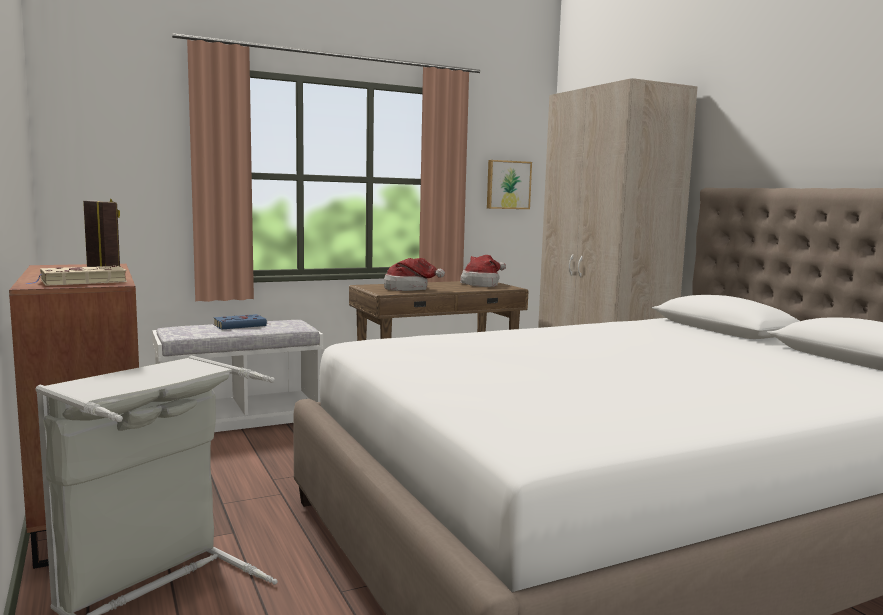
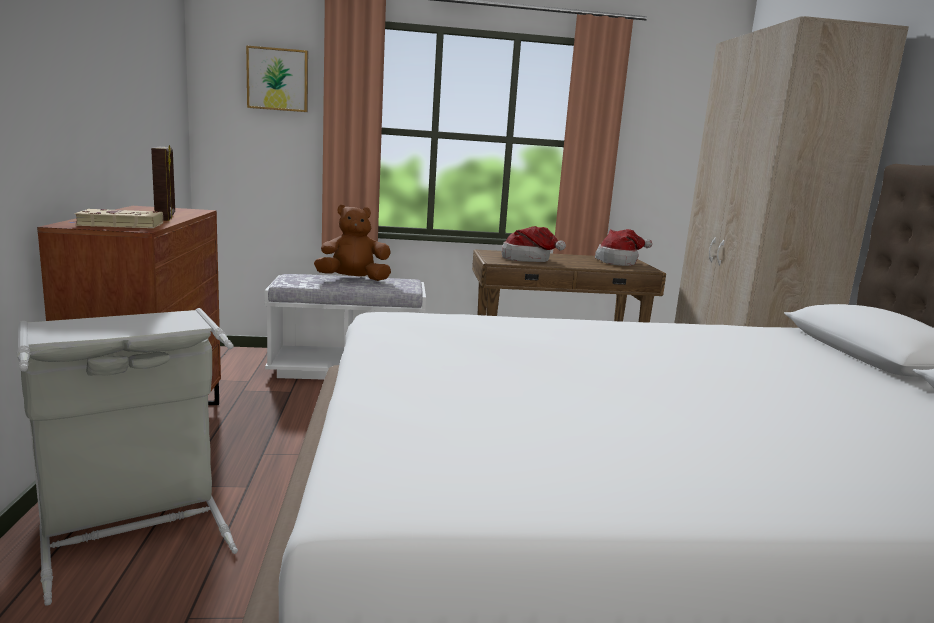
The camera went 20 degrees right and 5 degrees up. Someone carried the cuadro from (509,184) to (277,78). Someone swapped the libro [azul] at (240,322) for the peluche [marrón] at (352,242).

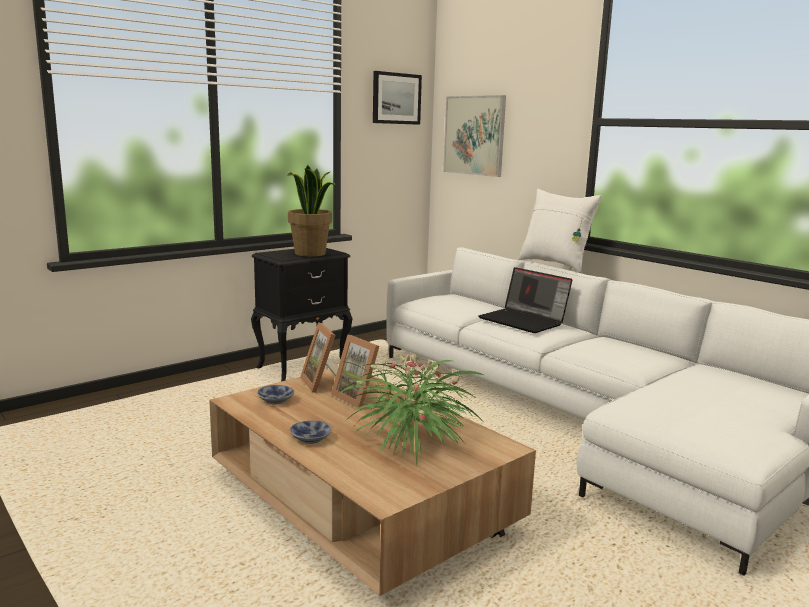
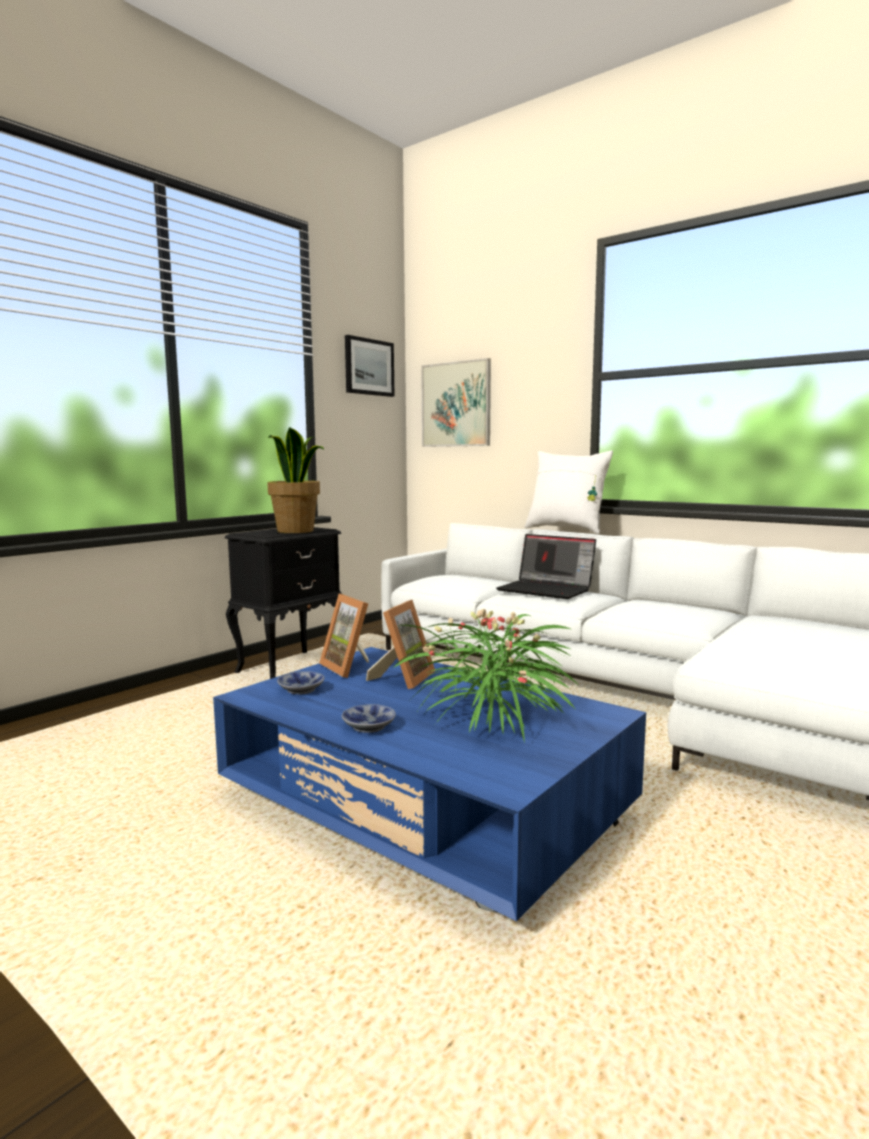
The camera went 10 degrees left and 5 degrees down. Someone rotated the portarretratos at (355,371) by 105 degrees counterclockwise. Someone repainted the mesa de centro [marrón] at (372,483), which became the mesa de centro [azul] at (429,784).

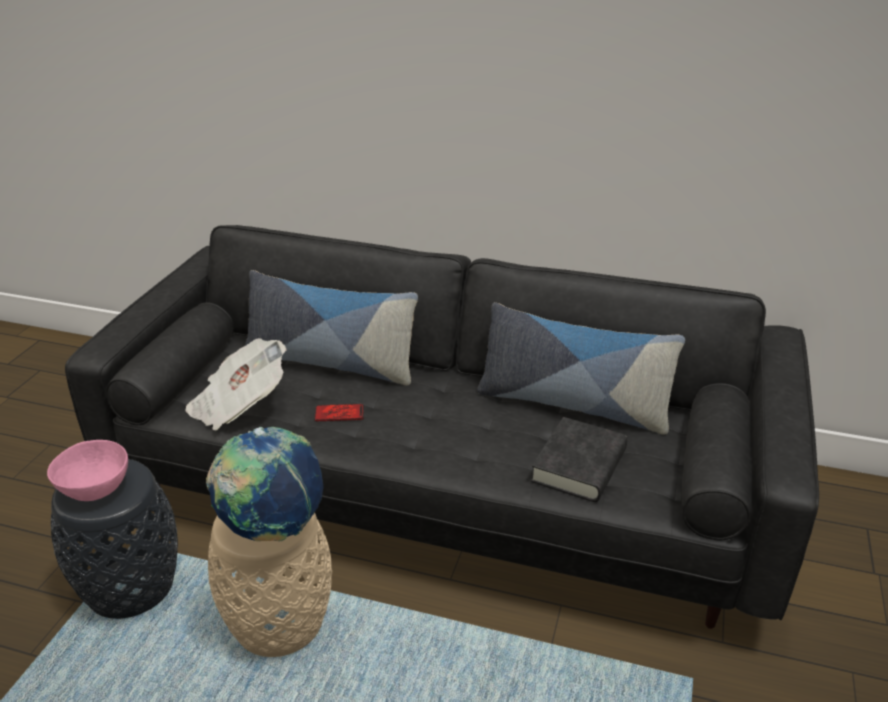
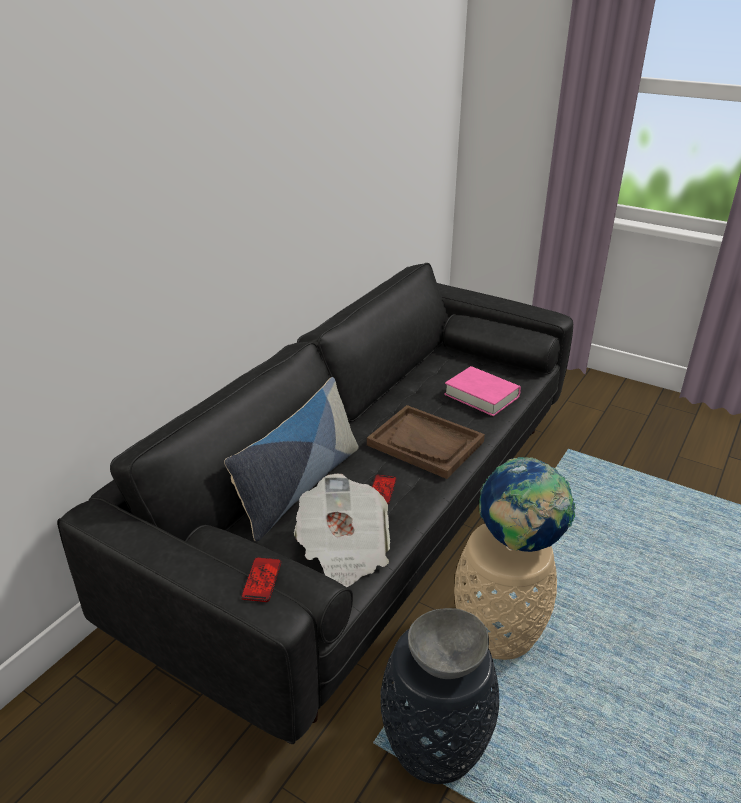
The camera went 75 degrees left and 0 degrees up. Someone took away the cojín at (581,368). Someone repainted the libro [negro] at (579,459), which became the libro [rosa] at (482,391). Someone repainted the cuenco [rosa] at (87,470), which became the cuenco [gris] at (448,643). Someone put down the bandeja [marrón] at (426,442). Someone put down the móvil at (261,579).

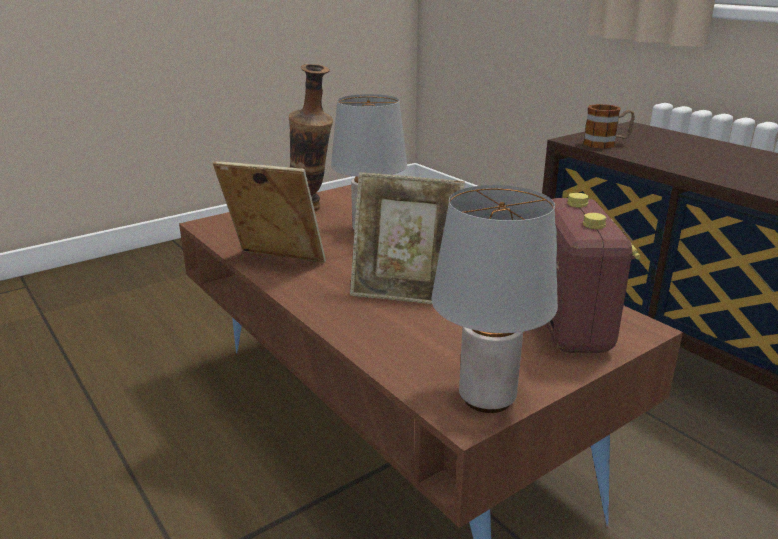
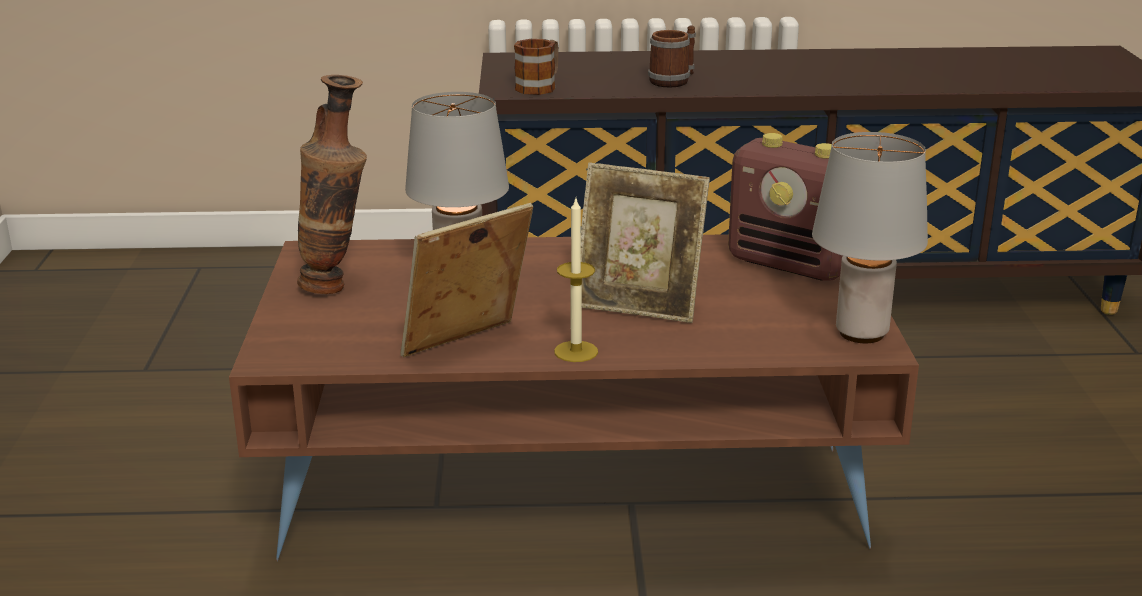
The camera went 55 degrees left and 0 degrees up. Someone rotated the portarretratos at (407,238) by 60 degrees clockwise. Someone put down the taza grande at (672,56). Someone put down the vela at (576,280).

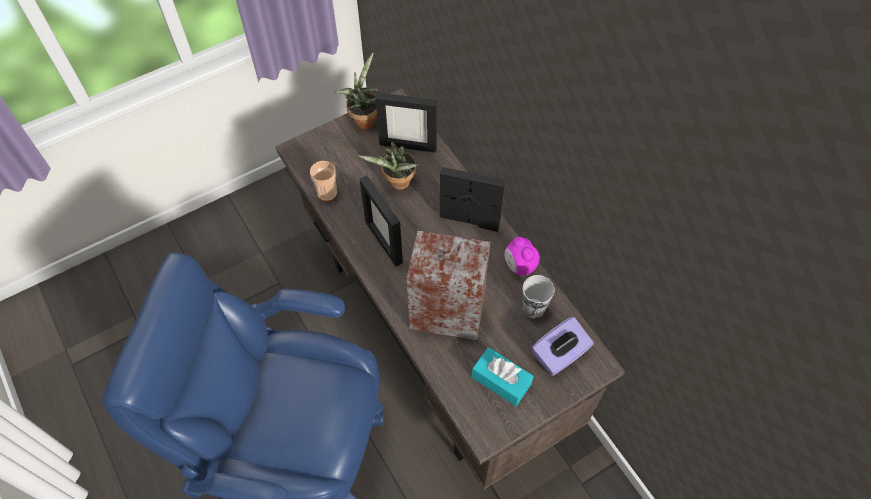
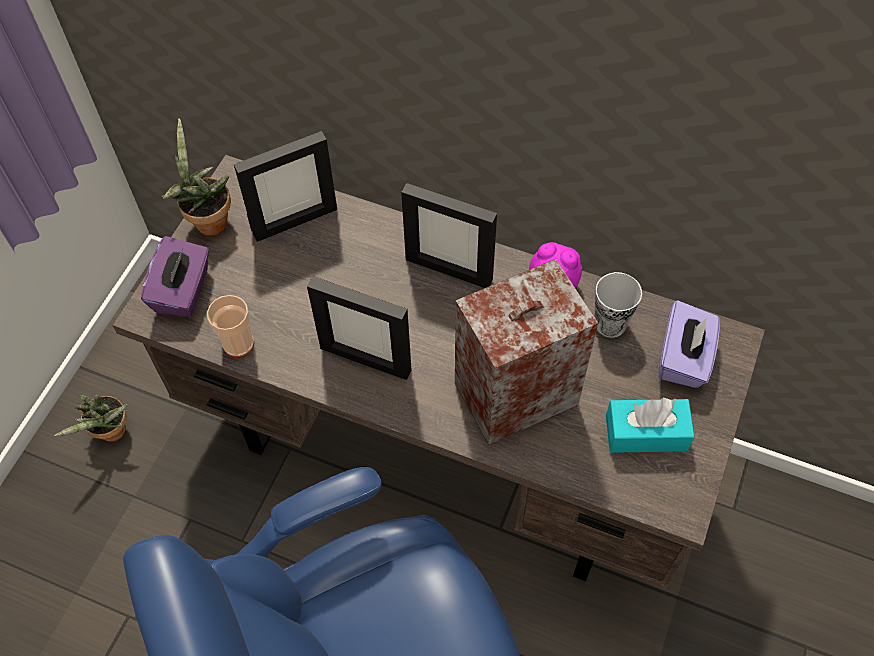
The camera went 35 degrees left and 0 degrees up. Someone carried the planta en maceta from (388,166) to (91,418). Someone rotated the portarretratos at (473,199) by 135 degrees counterclockwise. Someone put down the caja de pañuelos [morado] at (175,276).

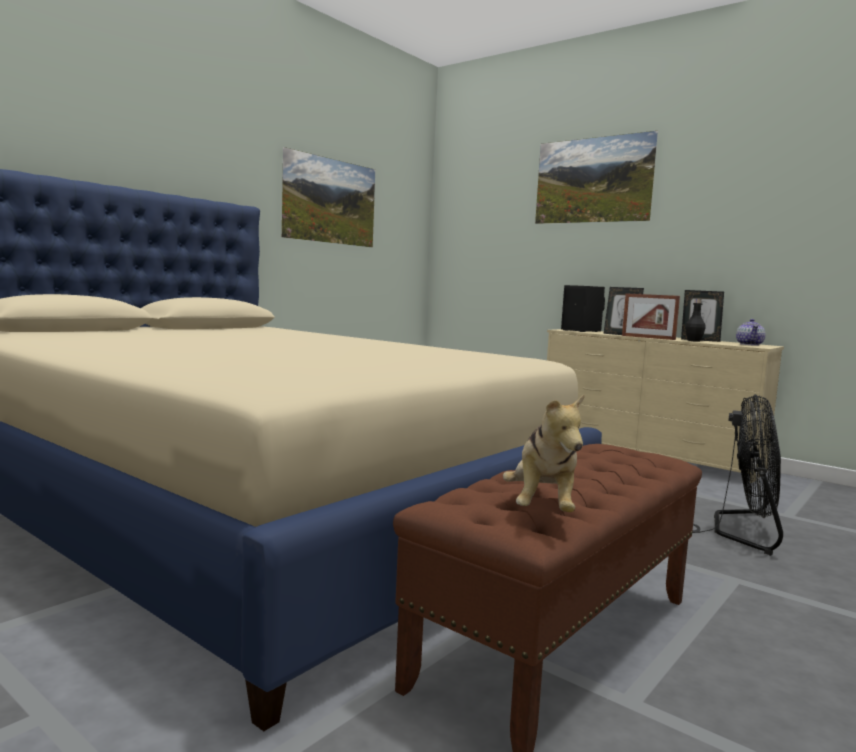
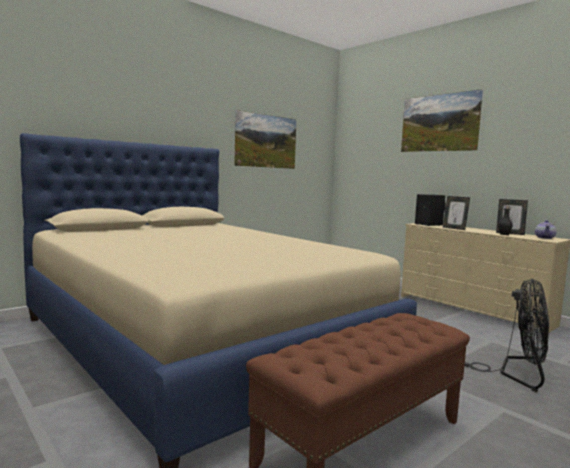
The camera went 10 degrees right and 0 degrees up. Someone took away the portarretratos at (651,316). Someone took away the peluche at (544,452).

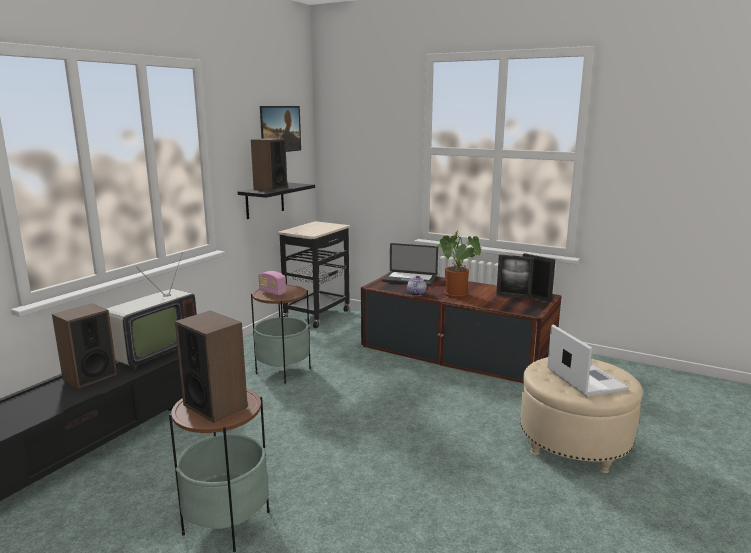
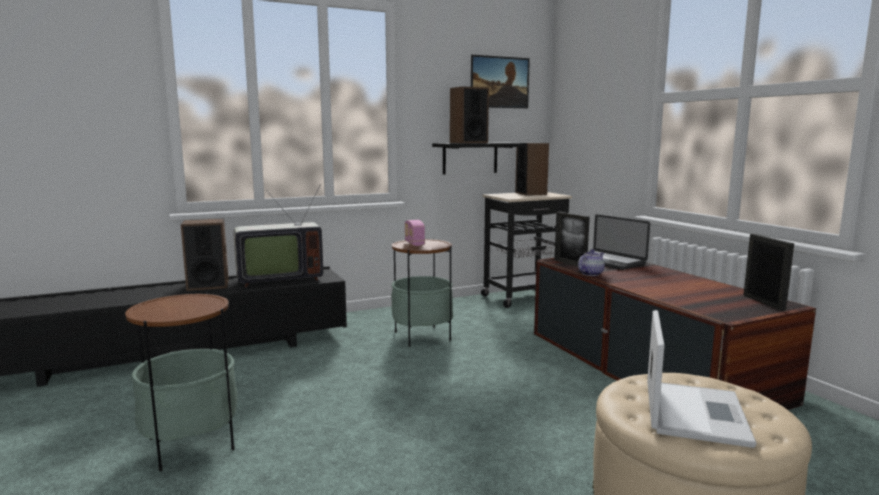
The camera went 35 degrees right and 5 degrees down. Someone took away the planta en maceta at (458,263). Someone carried the portarretratos from (515,276) to (572,239). Someone carried the altavoz from (211,367) to (532,169).

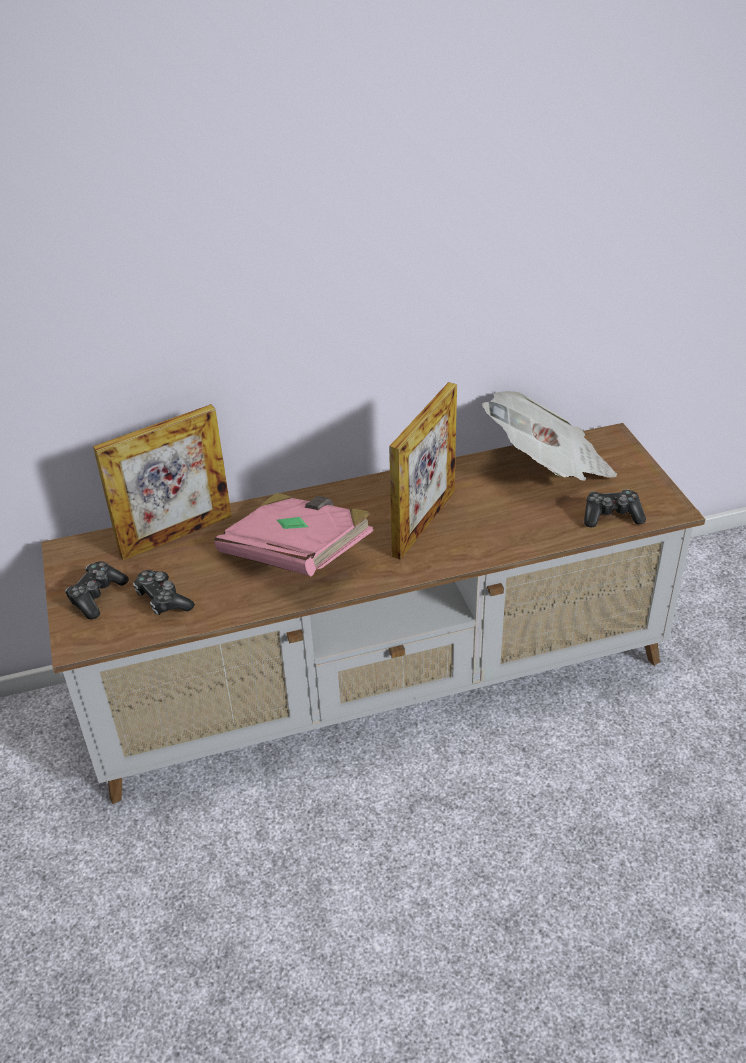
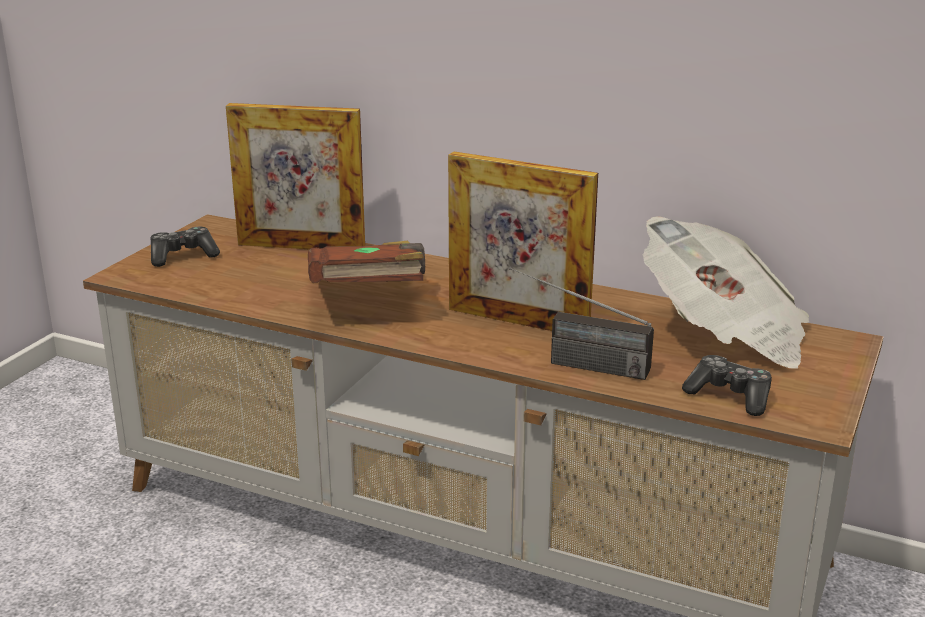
The camera went 40 degrees right and 15 degrees down. Someone rotated the portarretratos at (423,471) by 45 degrees clockwise. Someone repainted the libro [rosa] at (293,534), which became the libro [marrón] at (366,262). Someone took away the mando de consola at (164,592). Someone put down the radio at (581,323).

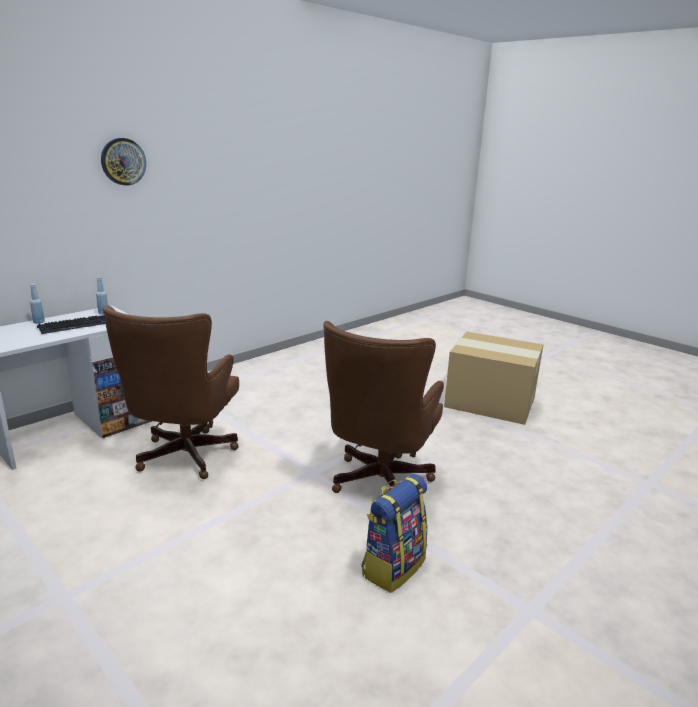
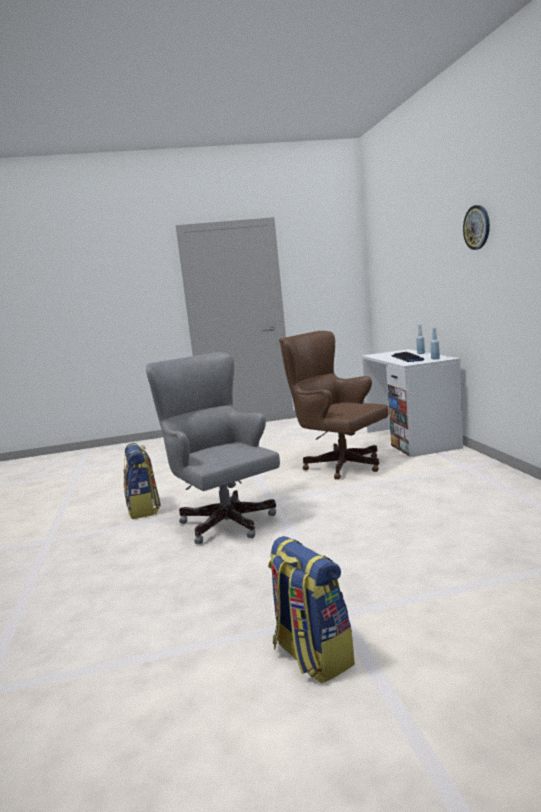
The camera went 125 degrees right and 10 degrees down. Someone repainted the silla de oficina [marrón] at (383,407), which became the silla de oficina [gris] at (213,448). Someone swapped the caja de cartón at (494,378) for the mochila at (311,609).

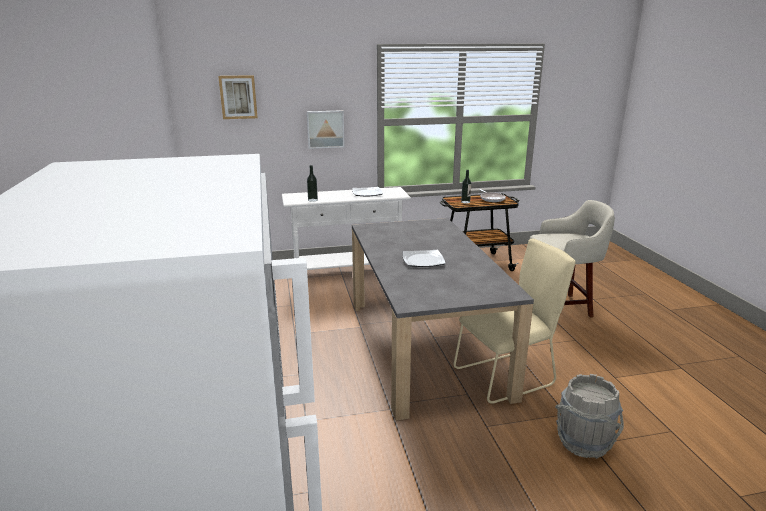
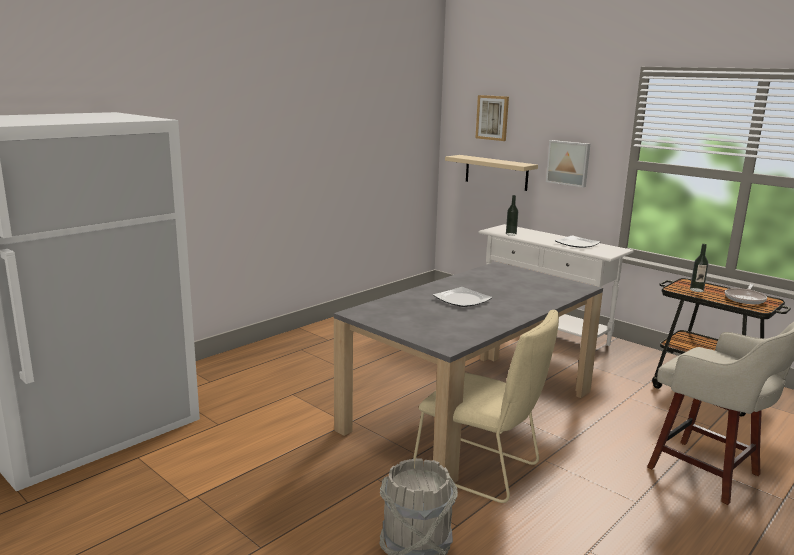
The camera went 55 degrees right and 5 degrees down. Someone put up the estante [beis] at (491,173).

